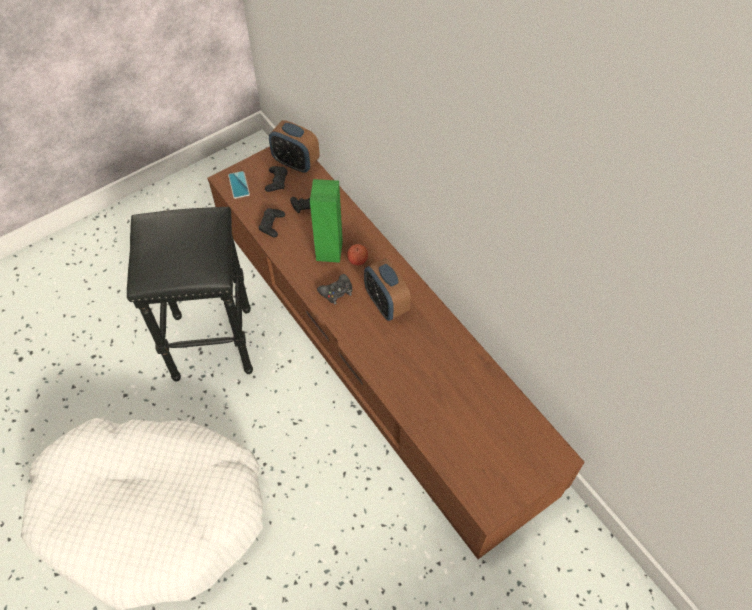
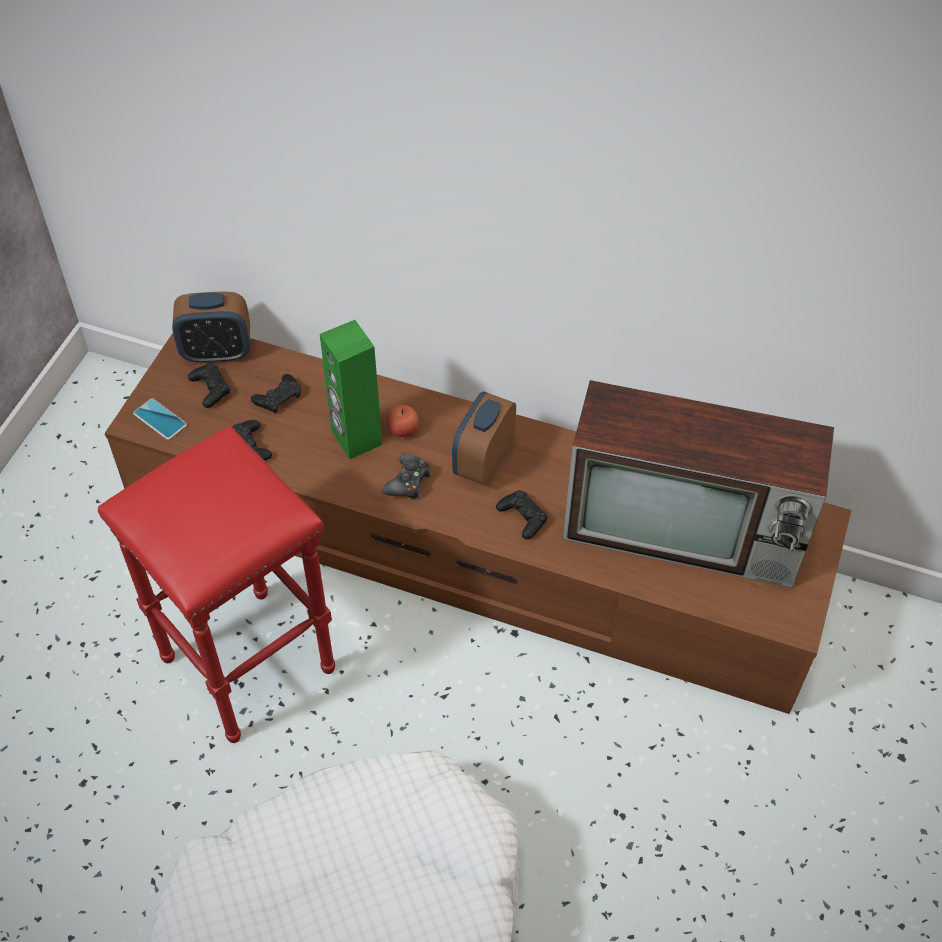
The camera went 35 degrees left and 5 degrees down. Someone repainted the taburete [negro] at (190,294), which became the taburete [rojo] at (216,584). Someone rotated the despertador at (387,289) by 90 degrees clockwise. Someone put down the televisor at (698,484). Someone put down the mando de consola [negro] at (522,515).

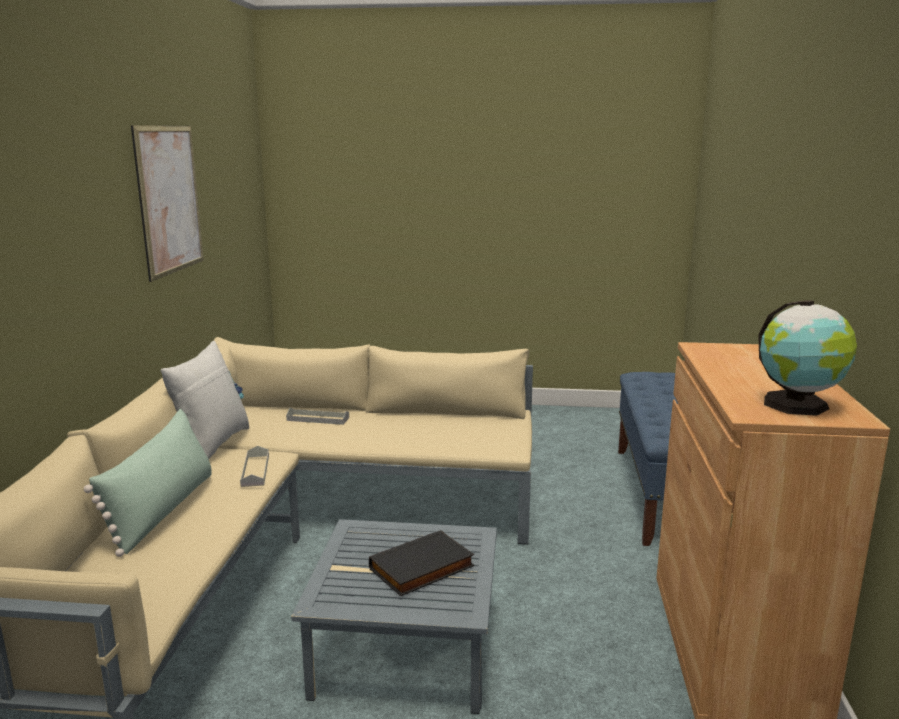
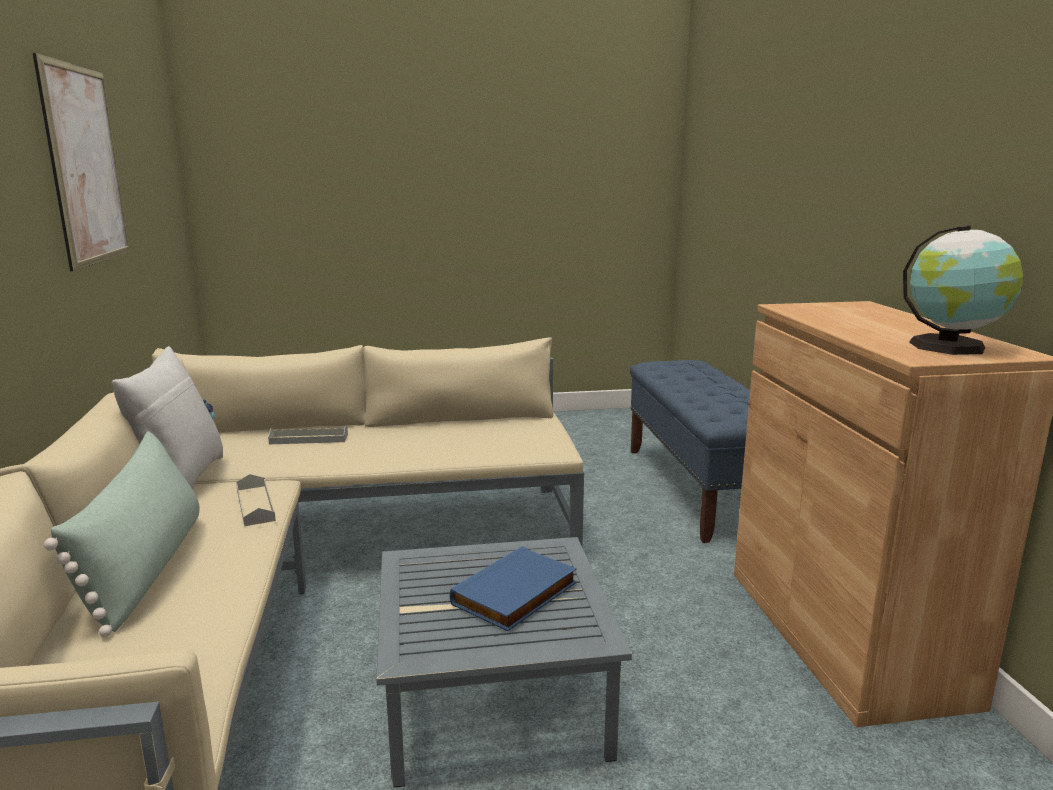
The camera went 15 degrees left and 0 degrees up. Someone repainted the libro [negro] at (421,563), which became the libro [azul] at (513,588).

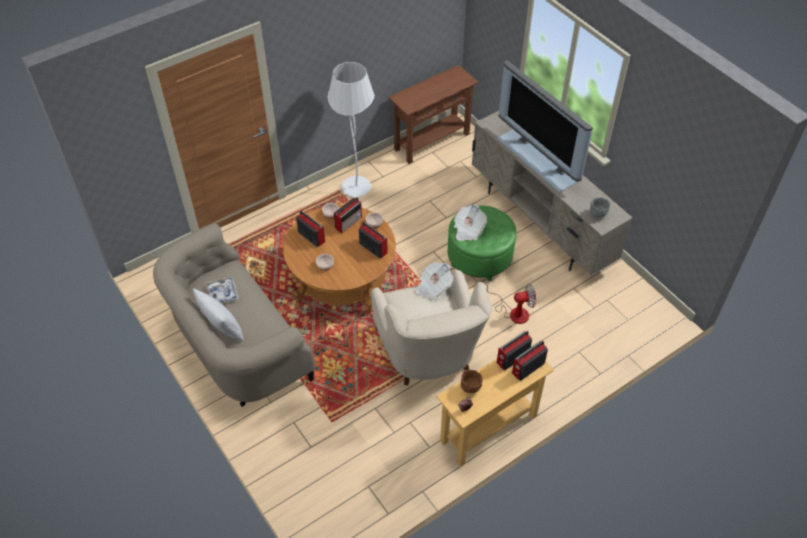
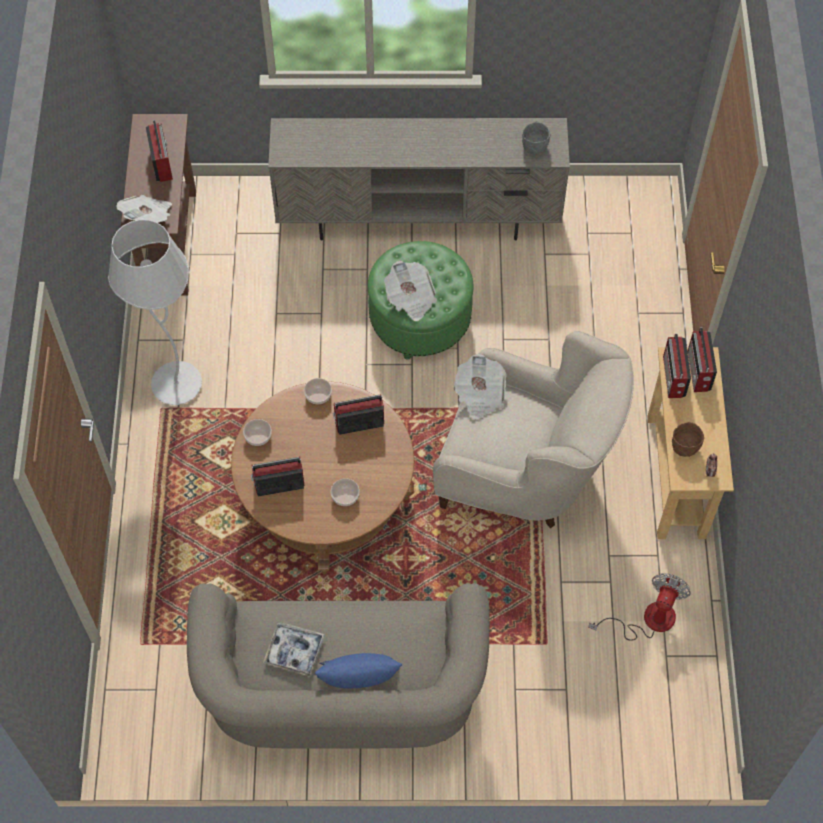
The camera went 55 degrees left and 10 degrees up. Someone took away the televisor at (545,126). Someone carried the radio from (348,215) to (159,151). Someone carried the ventilador from (510,302) to (639,607). Someone repainted the cojín [gris] at (218,315), which became the cojín [azul] at (358,670). Someone put down the periódico at (144,209).

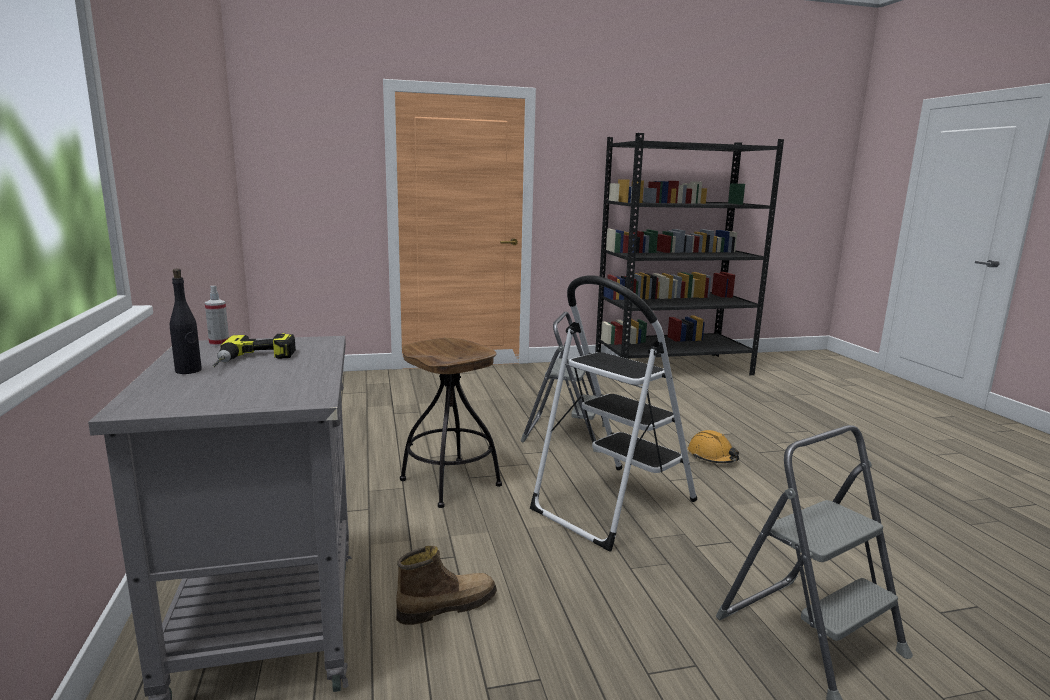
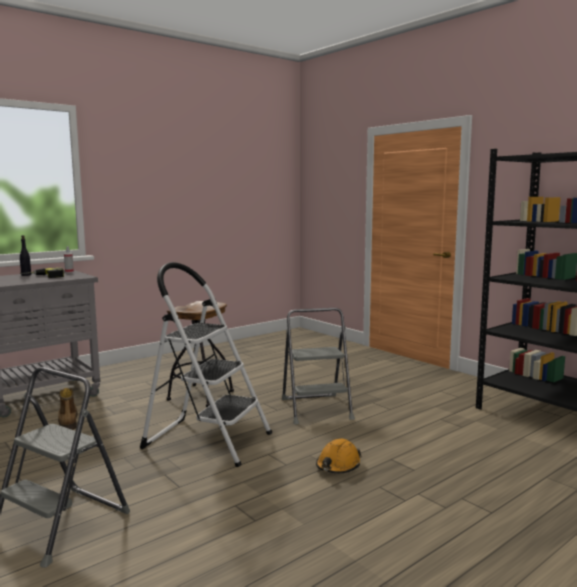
The camera went 65 degrees right and 5 degrees down. Someone rotated the bota at (446,585) by 150 degrees counterclockwise.

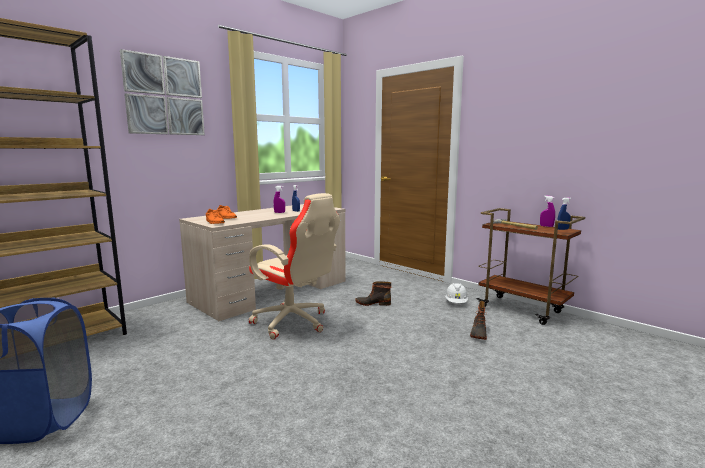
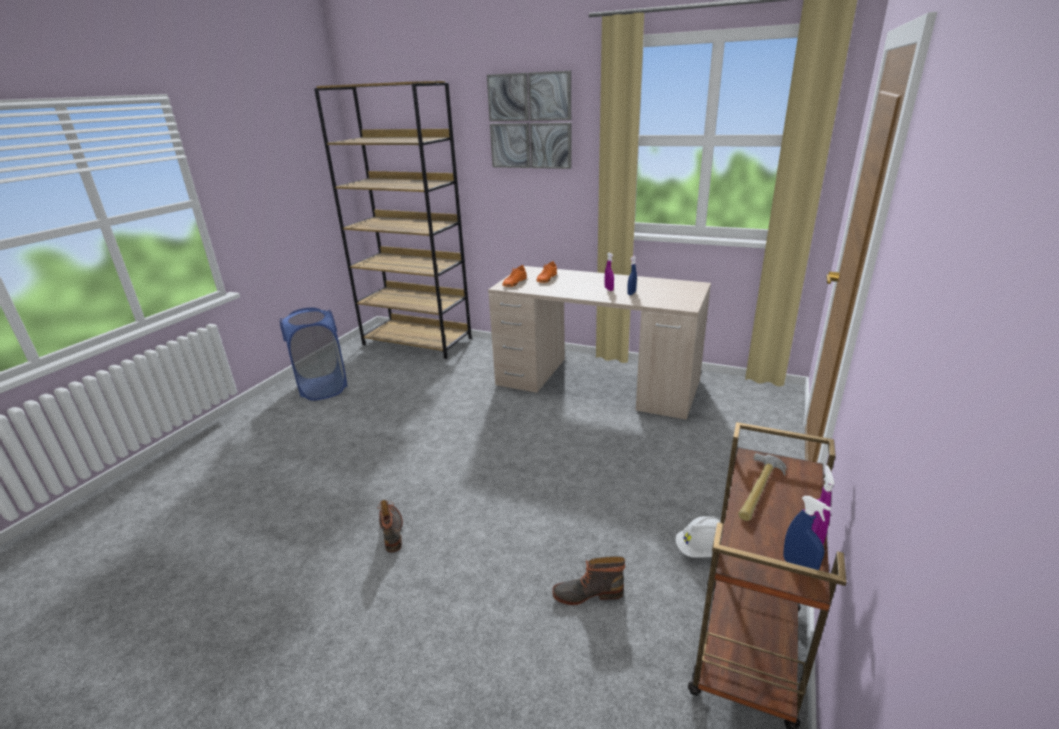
The camera went 70 degrees right and 15 degrees up. Someone took away the silla de oficina [beis] at (294,266). Someone carried the bota from (373,293) to (390,526).

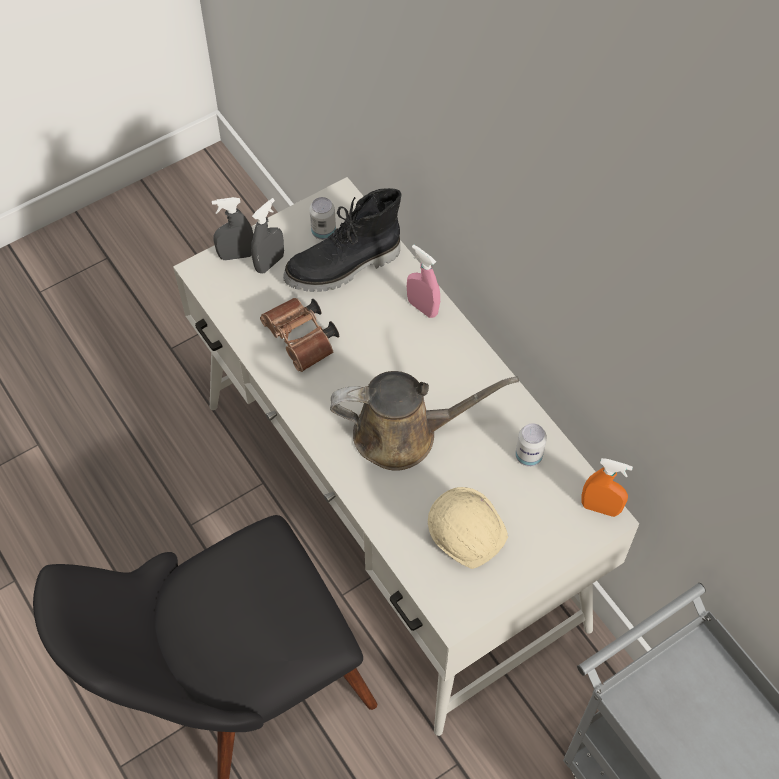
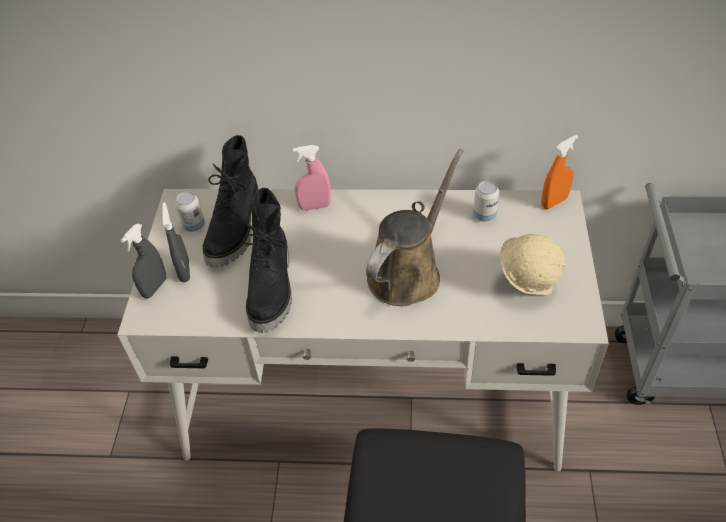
The camera went 50 degrees left and 10 degrees down. Someone swapped the prismáticos [marrón] at (299,335) for the bota [negro] at (267,260).

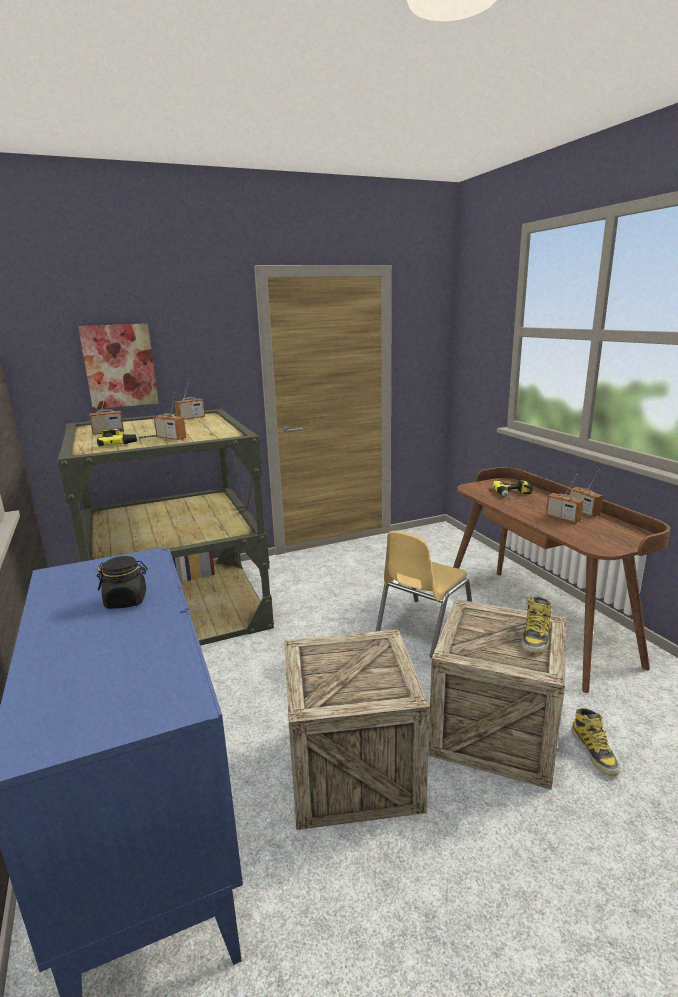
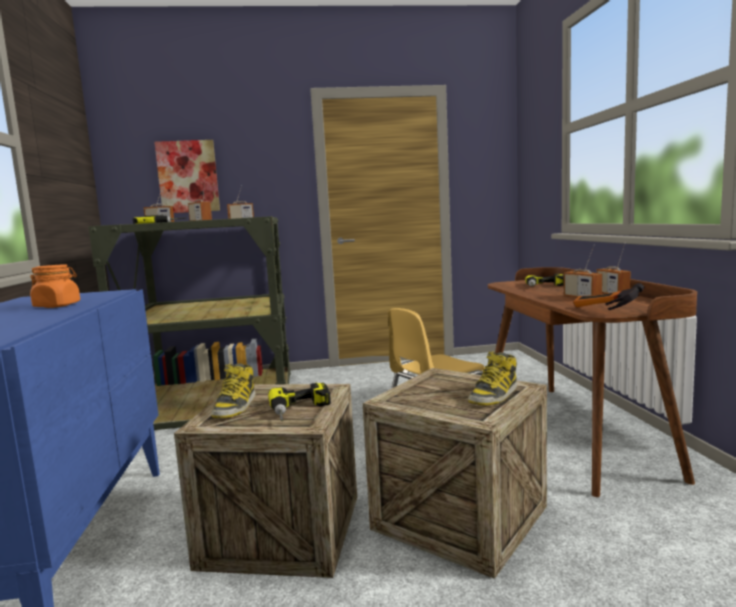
The camera went 15 degrees right and 10 degrees down. Someone repainted the tarro [negro] at (122,582), which became the tarro [naranja] at (55,286). Someone carried the bota from (595,742) to (233,390). Someone put down the martillo at (609,296). Someone put down the taladro at (299,402).

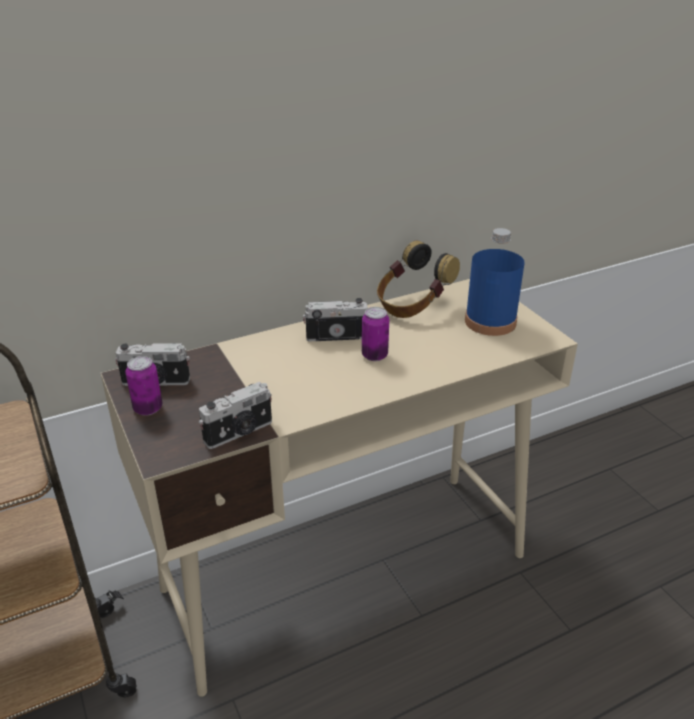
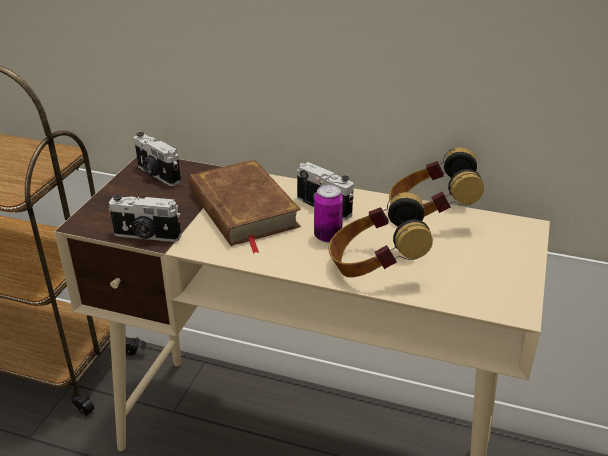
The camera went 45 degrees right and 0 degrees up. Someone took away the botella [azul] at (495,282). Someone took away the lata at (143,386). Someone put down the libro [marrón] at (245,207). Someone put down the auriculares at (381,234).

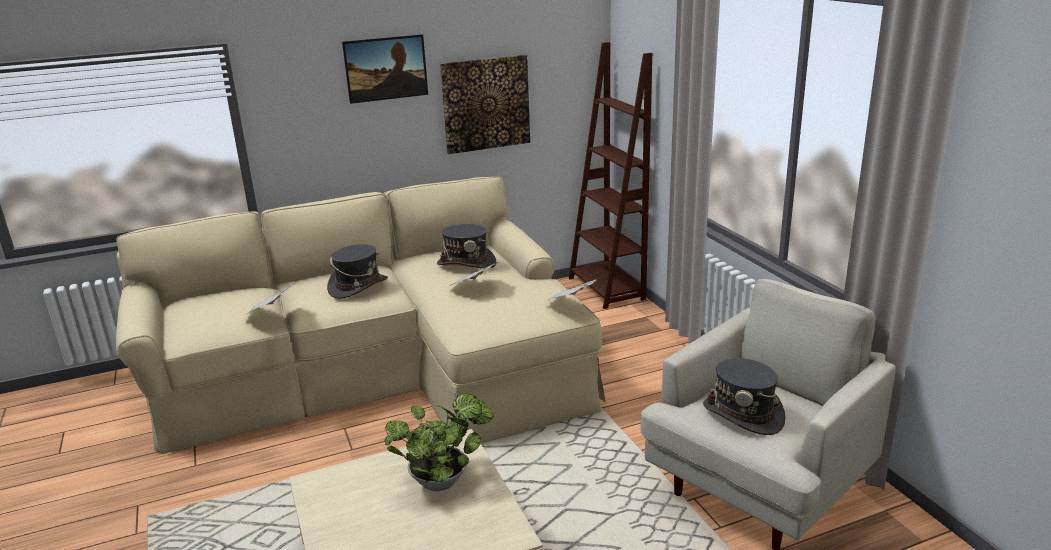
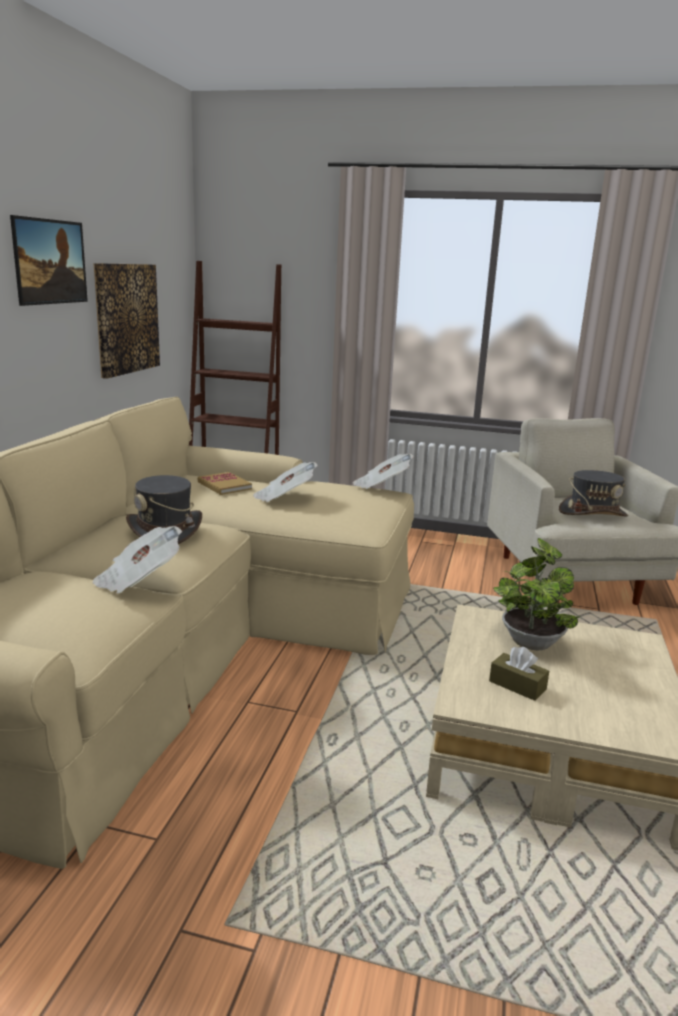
The camera went 55 degrees left and 5 degrees down. Someone swapped the sombrero [gris] at (466,246) for the libro at (225,483). Someone put down the caja de pañuelos [marrón] at (519,674).

